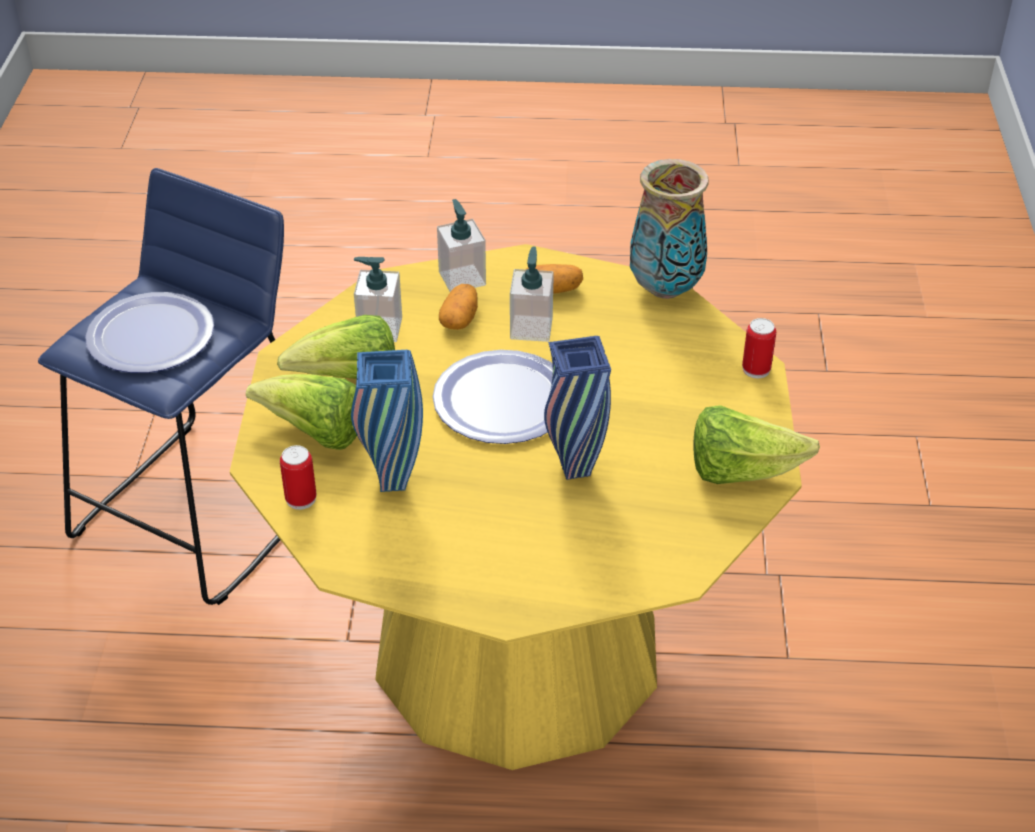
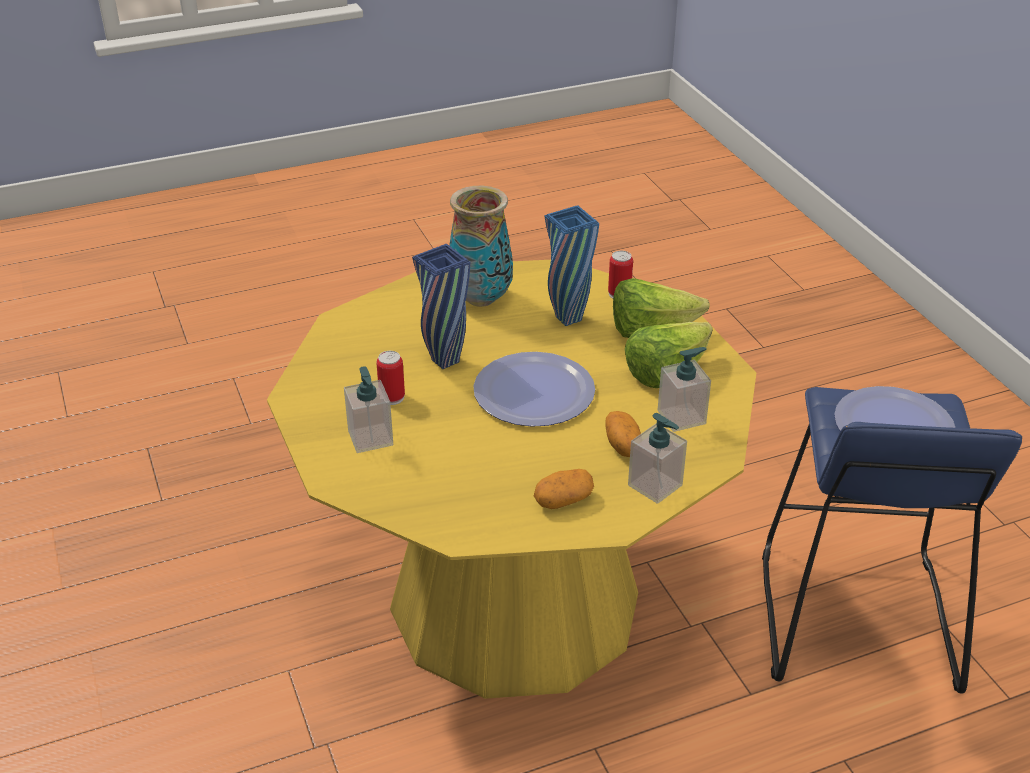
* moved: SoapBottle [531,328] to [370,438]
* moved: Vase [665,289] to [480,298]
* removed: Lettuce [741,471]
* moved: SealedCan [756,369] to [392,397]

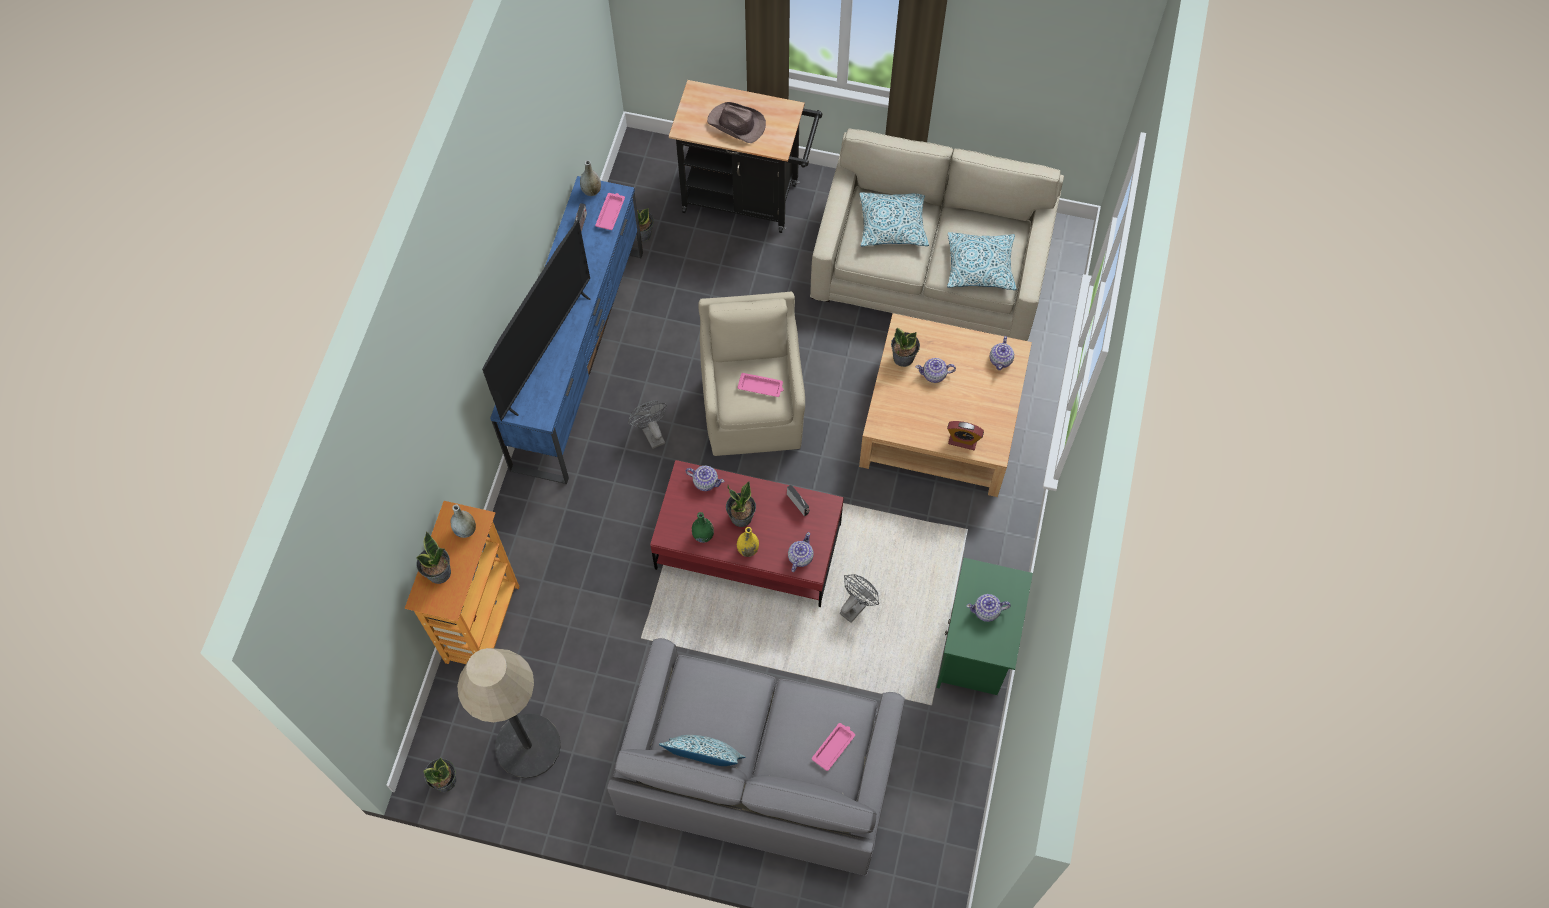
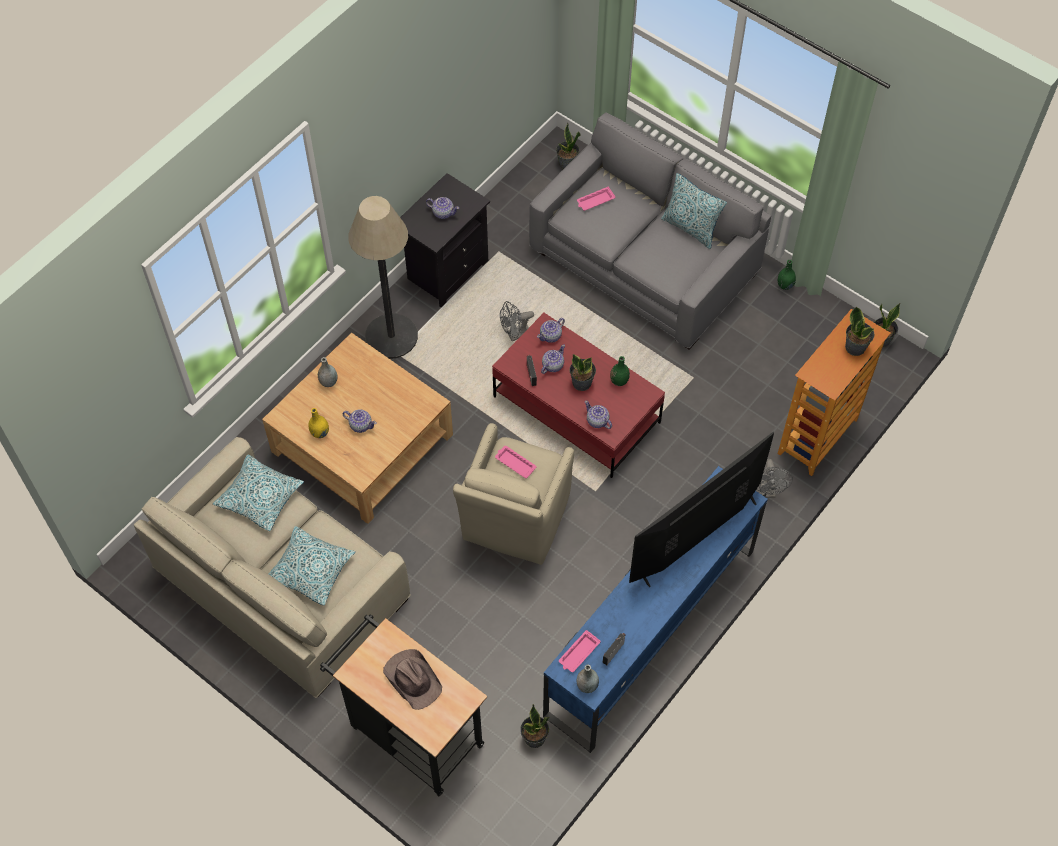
* moved: GreyishVase [465,530] to [328,382]
* moved: StandingLamp [528,746] to [391,336]
* moved: GreyishFan [651,433] to [768,491]
* moved: YellowVase [748,549] to [320,433]
* moved: Houseplant [903,357] to [567,164]
* recoloured: GreenNightTable [975,653] to BlackNightTable [446,270]
* removed: AlarmClock [962,441]
* moved: TeaPot [1001,359] to [552,365]
* added: GreenVase [785,285]

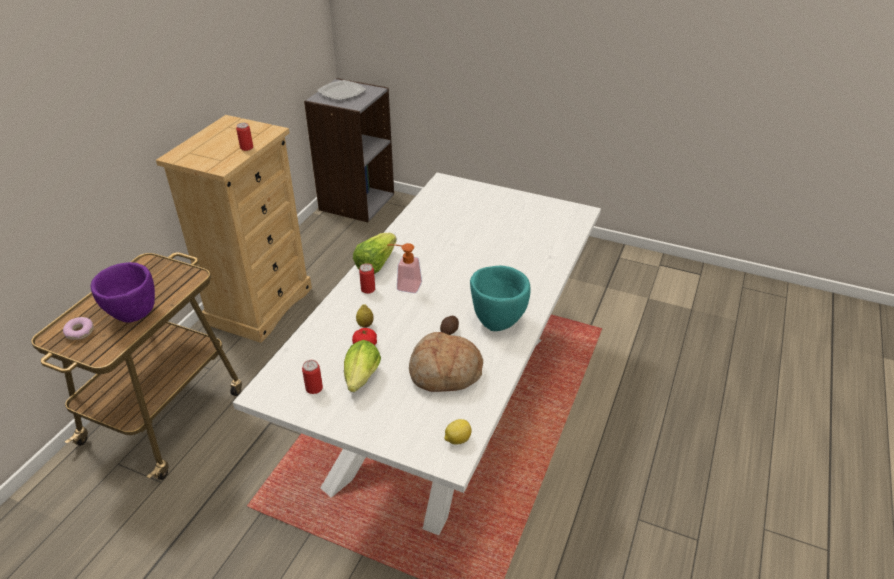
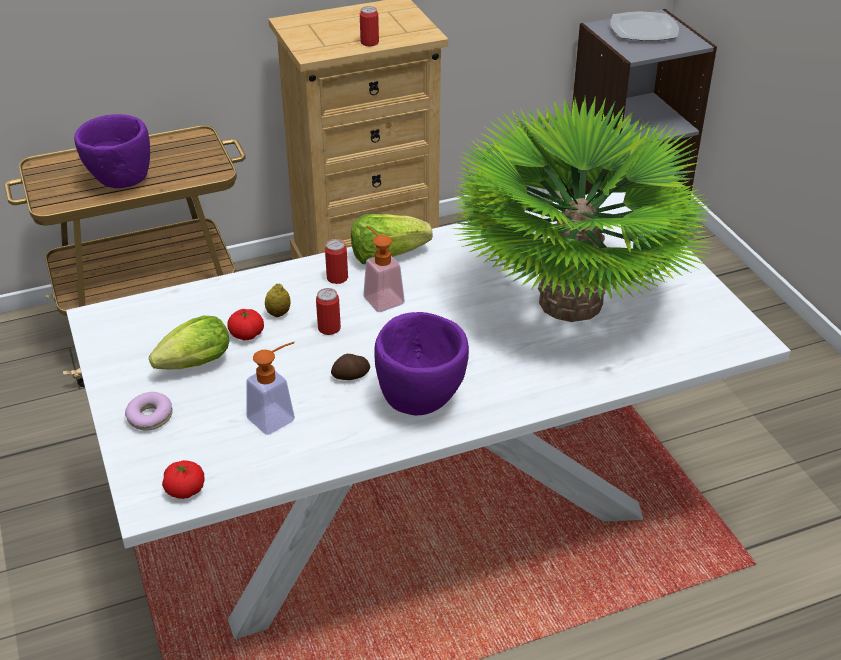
* moved: RingDoughnut [80,332] to [150,417]
* moved: SealedCan [314,388] to [329,328]
* replaced: Bread [445,372] to SoapBottle [277,416]
* replaced: Lemon [457,439] to Tomato [185,490]
* recoloured: BlueGreenDeepDish [497,320] to PurpleColouredDeepDish [421,400]
* added: Houseplant [571,302]

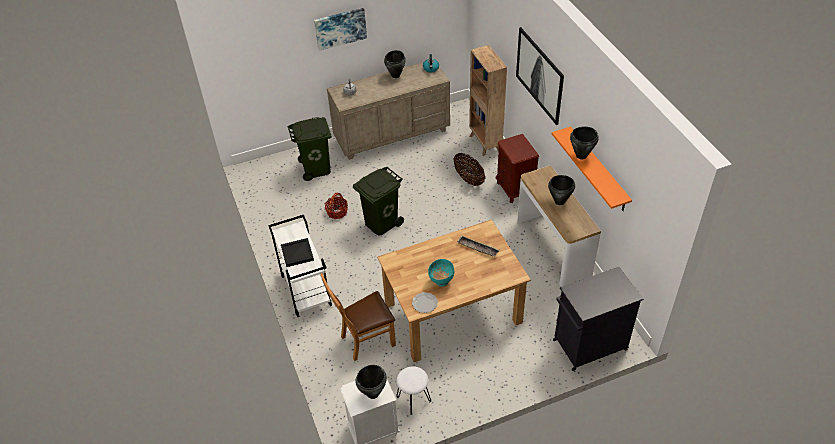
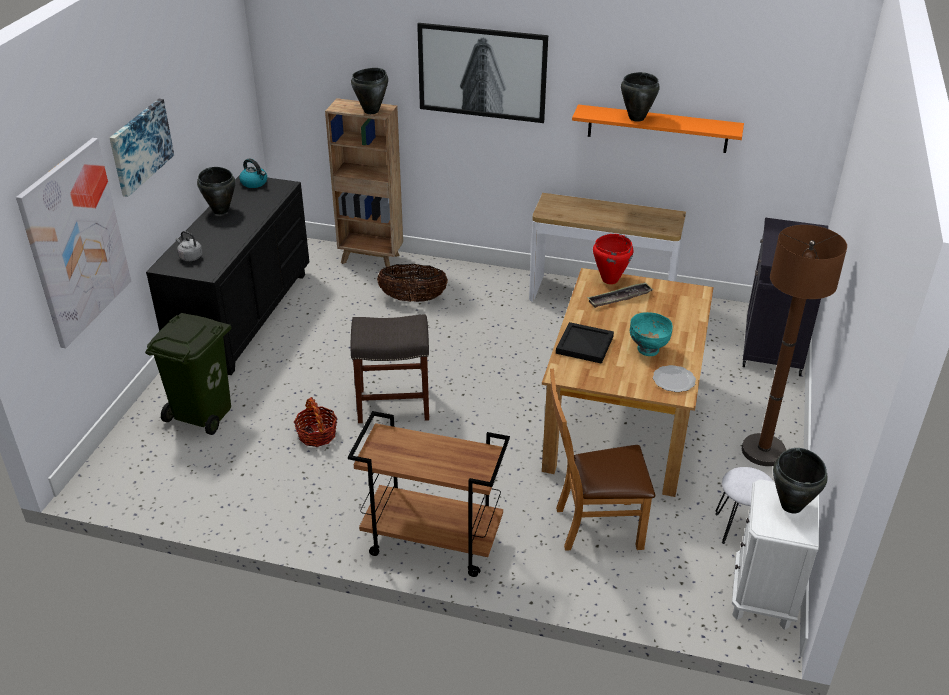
* recoloured: WhiteWheeledCart [305,290] to BrownishWheeledCart [431,542]
* moved: BlackServingTray [296,253] to [583,345]
* turned: BrownishPlainChair [364,341] = [592,526] 75 degrees clockwise
* recoloured: BeigeColouredDresser [391,134] to BlackDresser [243,317]
* replaced: GreenRubbishBin [381,223] to GreyishStool [392,405]
* removed: BrownishNightTable [514,189]
* moved: BlackSaucepot [559,202] to [372,111]
* added: Picture [75,242]
* added: RedColouredSaucepot [609,280]
* added: BrownishStandingLamp [763,451]

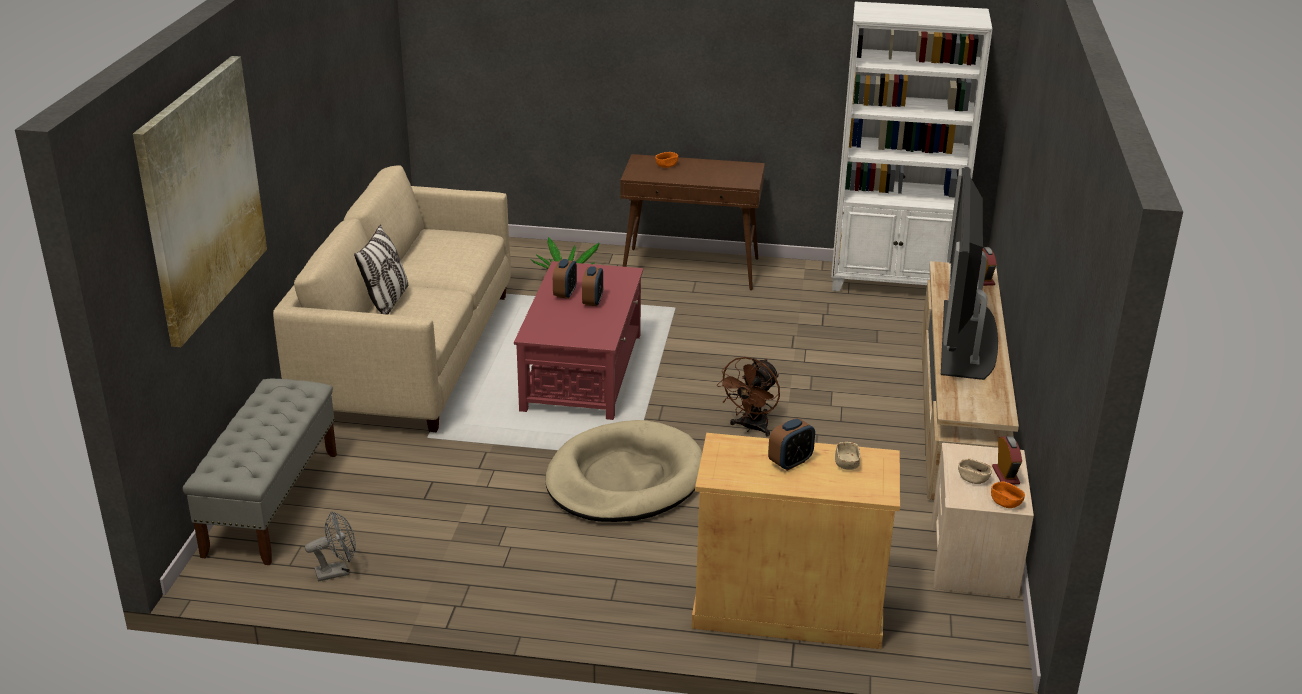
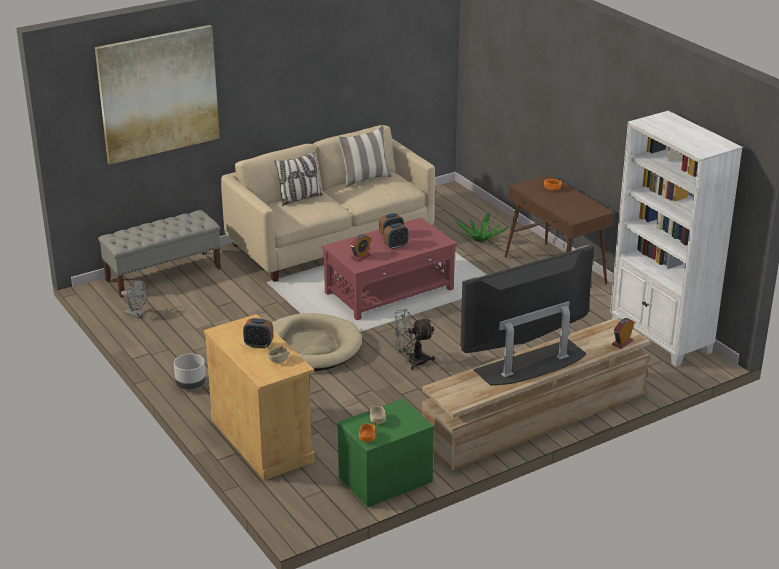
* recoloured: BrownishFan [751,428] to GreyishFan [412,361]
* recoloured: BeigeColouredNightTable [973,558] to GreenNightTable [384,479]
* moved: AlarmClock [1005,475] to [361,256]
* added: GreyishPlanter [190,385]
* added: ThrowPillow [364,179]

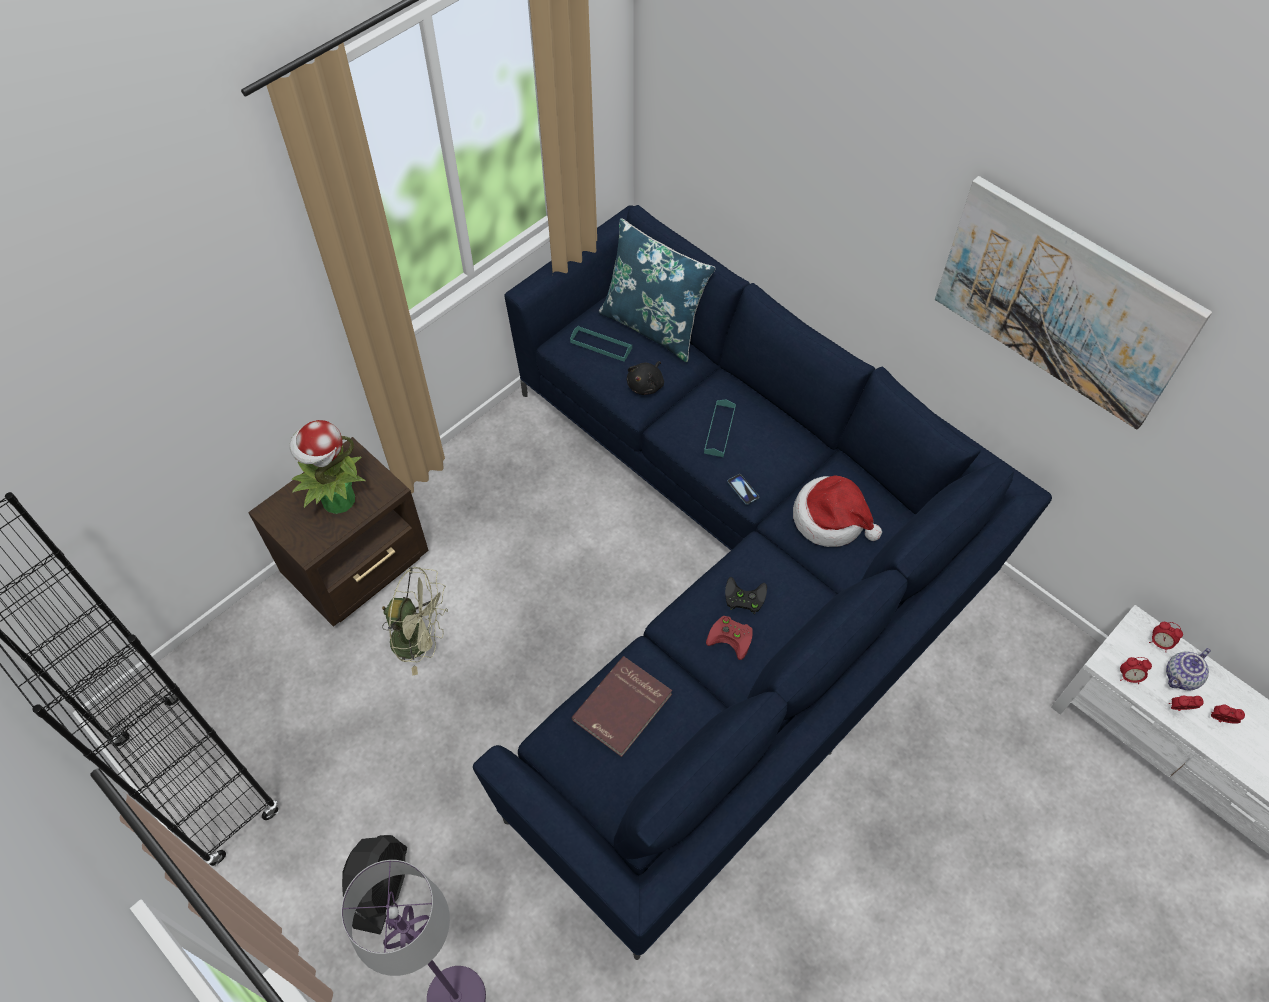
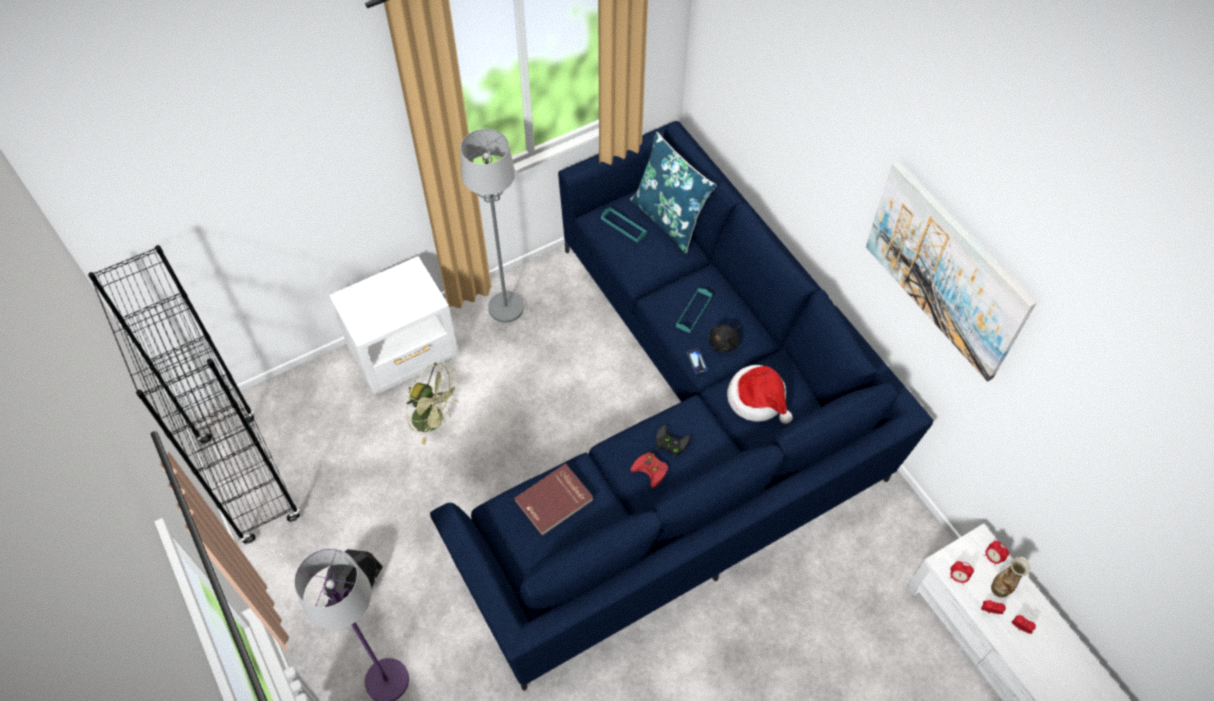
* recoloured: BrownishNightTable [360,567] to WhiteNightTable [406,355]
* removed: Houseplant [337,500]
* moved: BlackCuddlyToy [646,385] to [724,342]
* replaced: TeaPot [1181,678] to Vase [1000,588]
* added: GreyishStandingLamp [505,308]

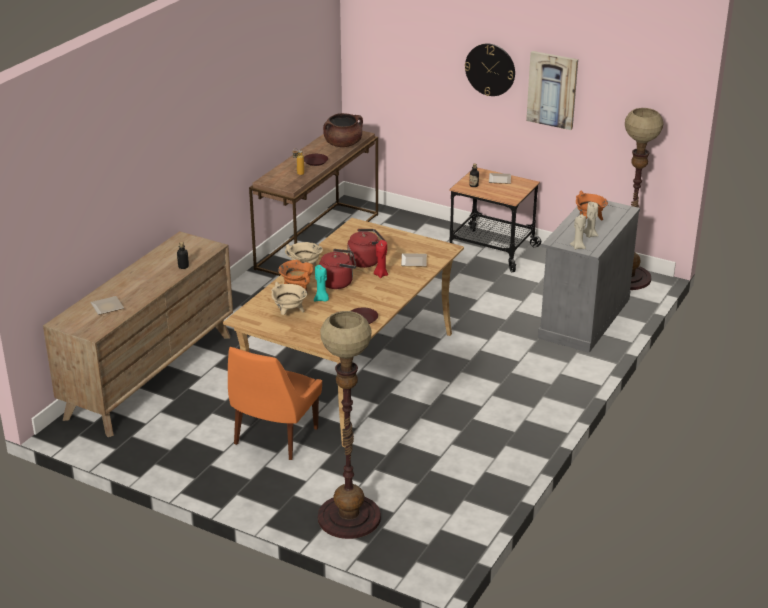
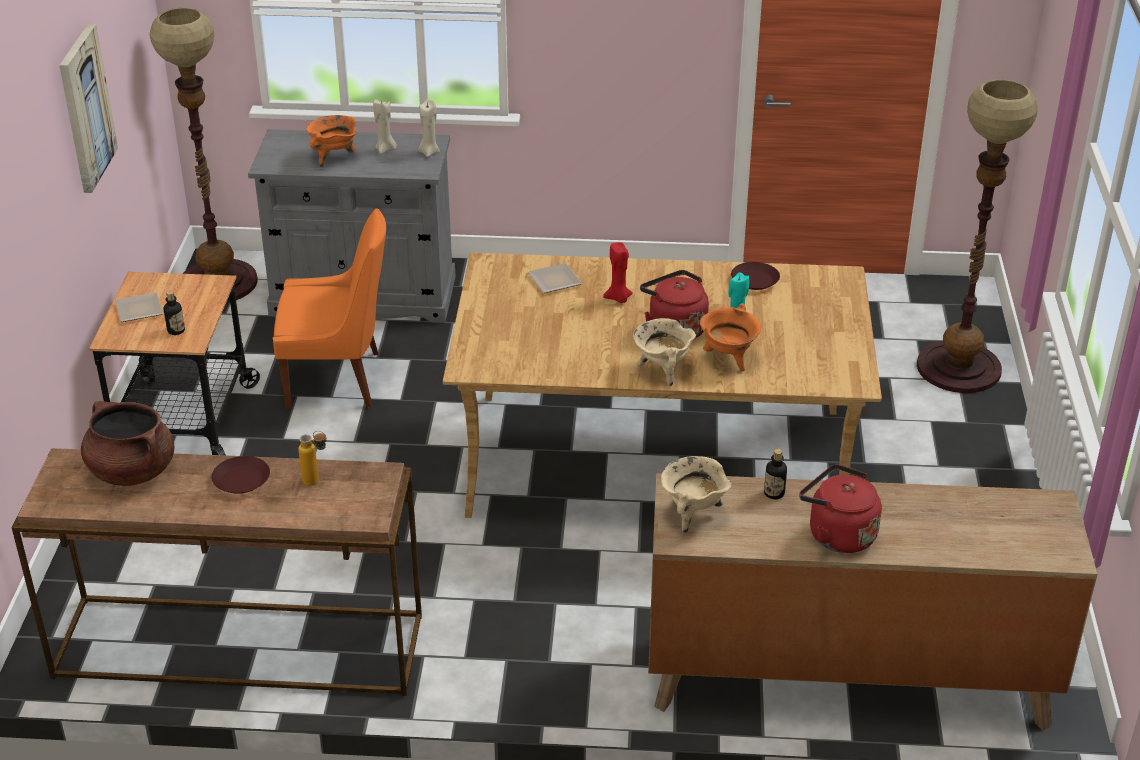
* removed: FlatDish [106,308]
* moved: OrangePlainChair [274,438] to [338,380]
* moved: BeigeColouredSaucepot [289,313] to [693,514]
* moved: RedColouredTeaKettle [366,261] to [837,534]
* removed: HangingClock [490,69]

